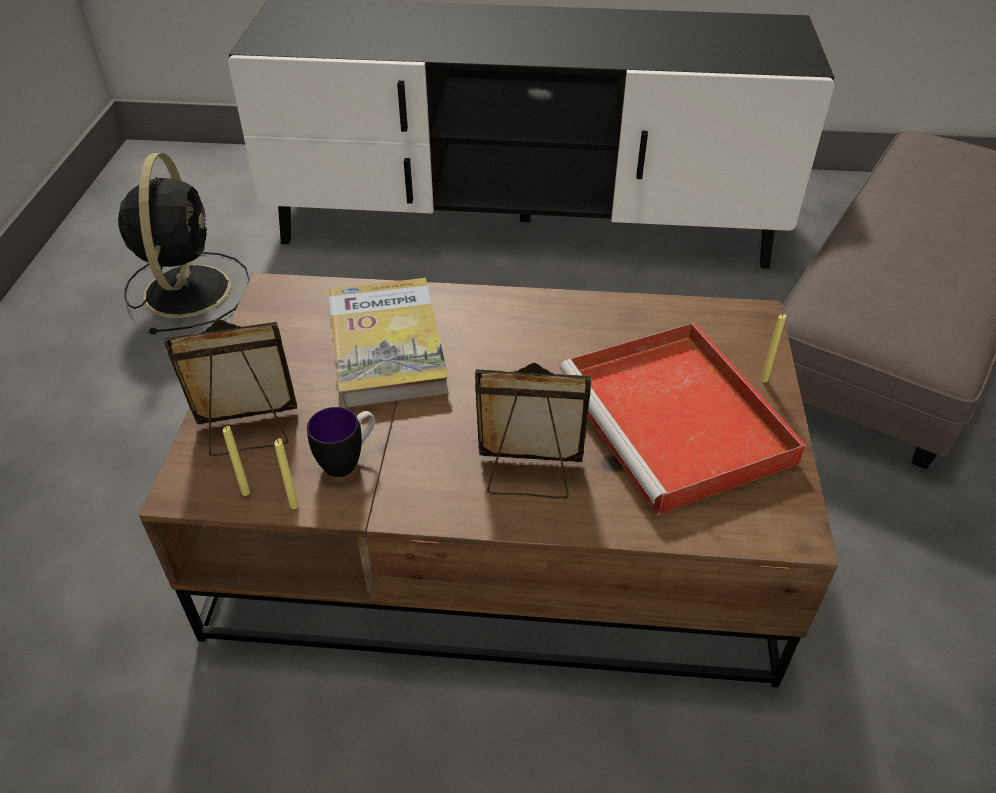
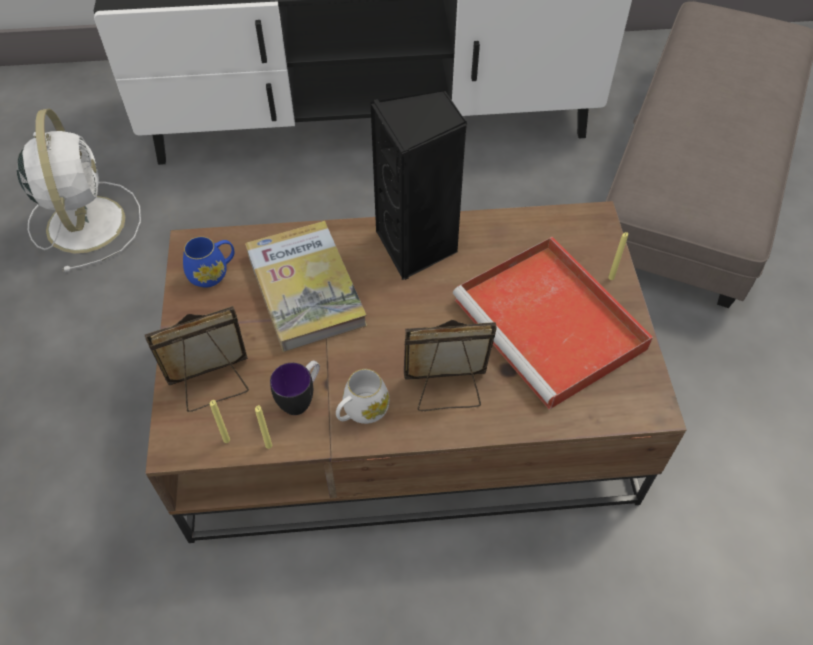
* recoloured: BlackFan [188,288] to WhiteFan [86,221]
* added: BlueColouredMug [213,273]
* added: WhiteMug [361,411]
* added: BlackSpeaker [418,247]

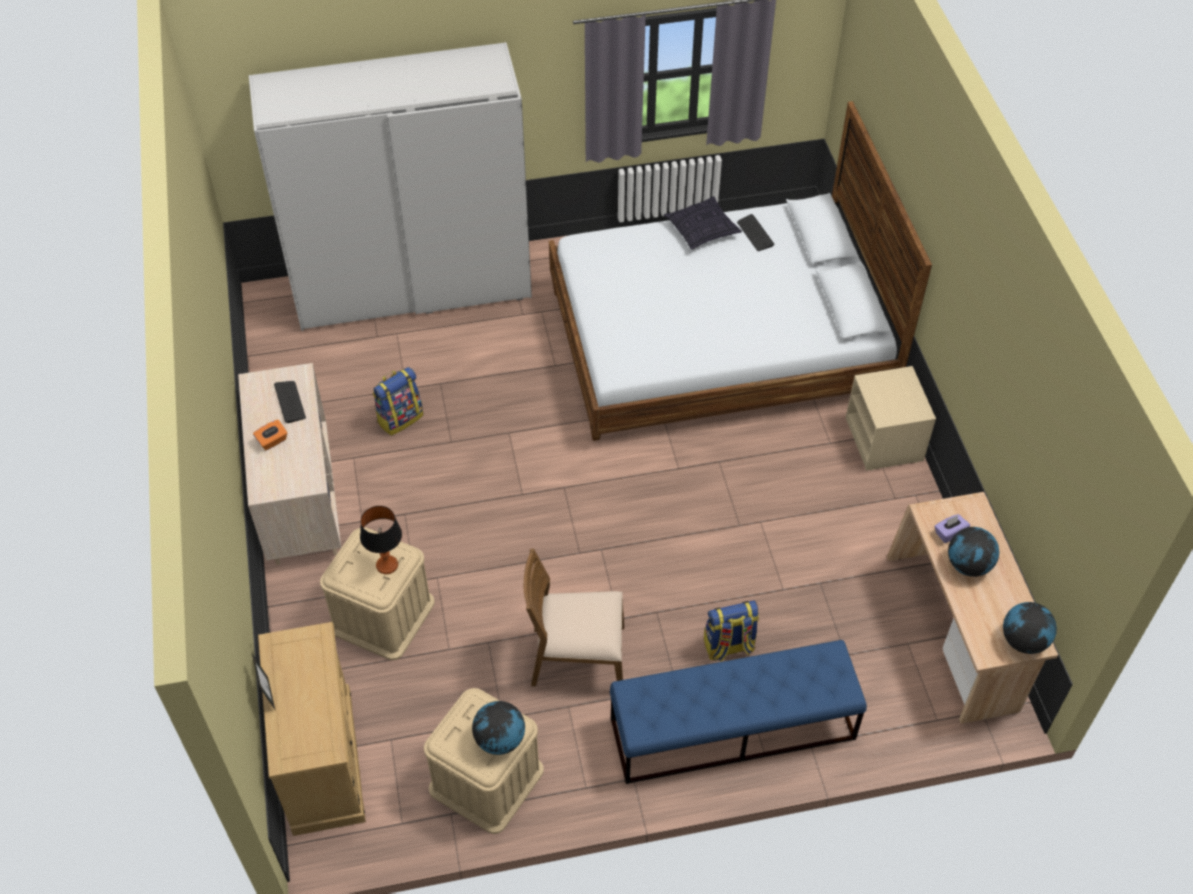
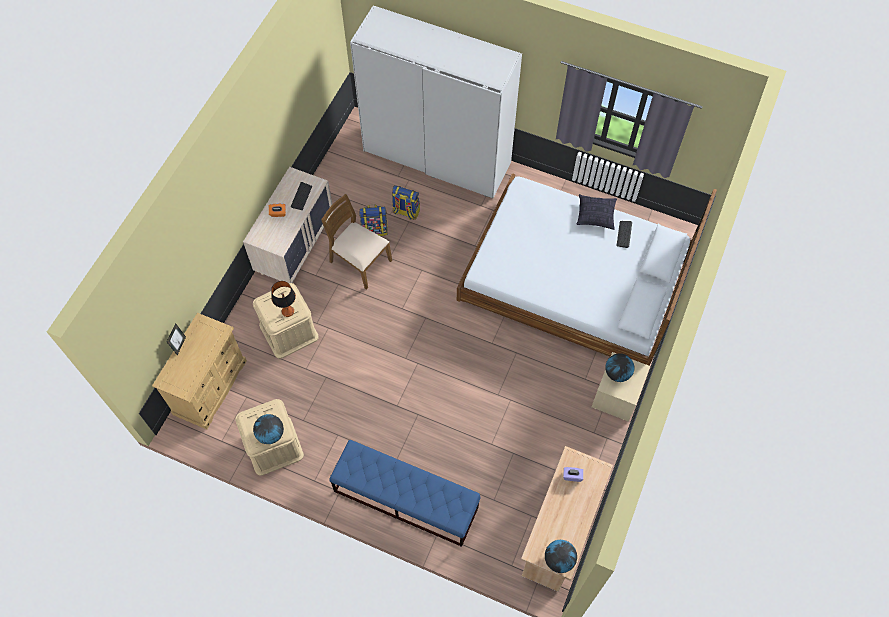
* moved: BrownishPlainChair [577,657] to [359,262]
* moved: Backpack [728,646] to [406,212]
* moved: Globe [968,565] to [617,373]

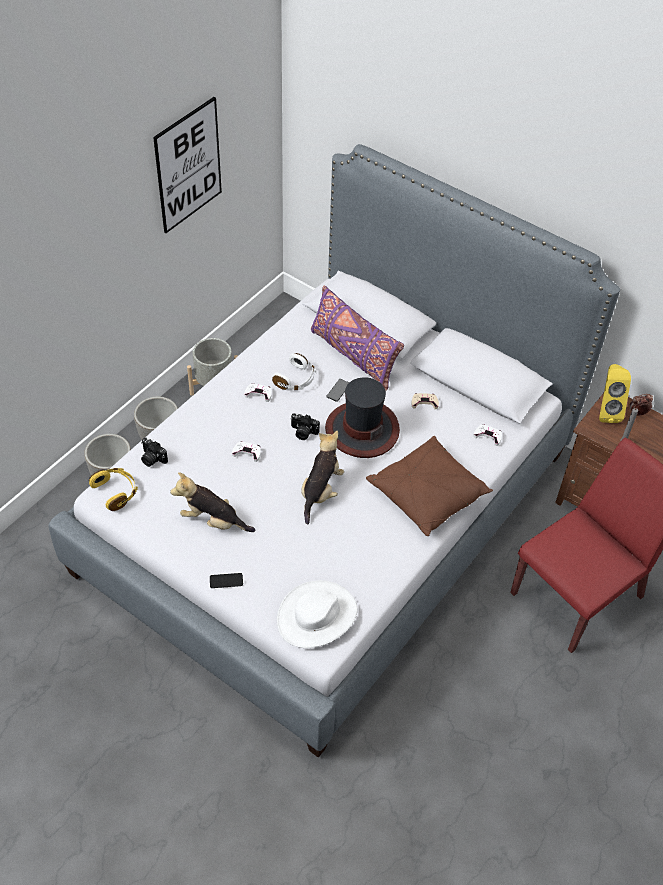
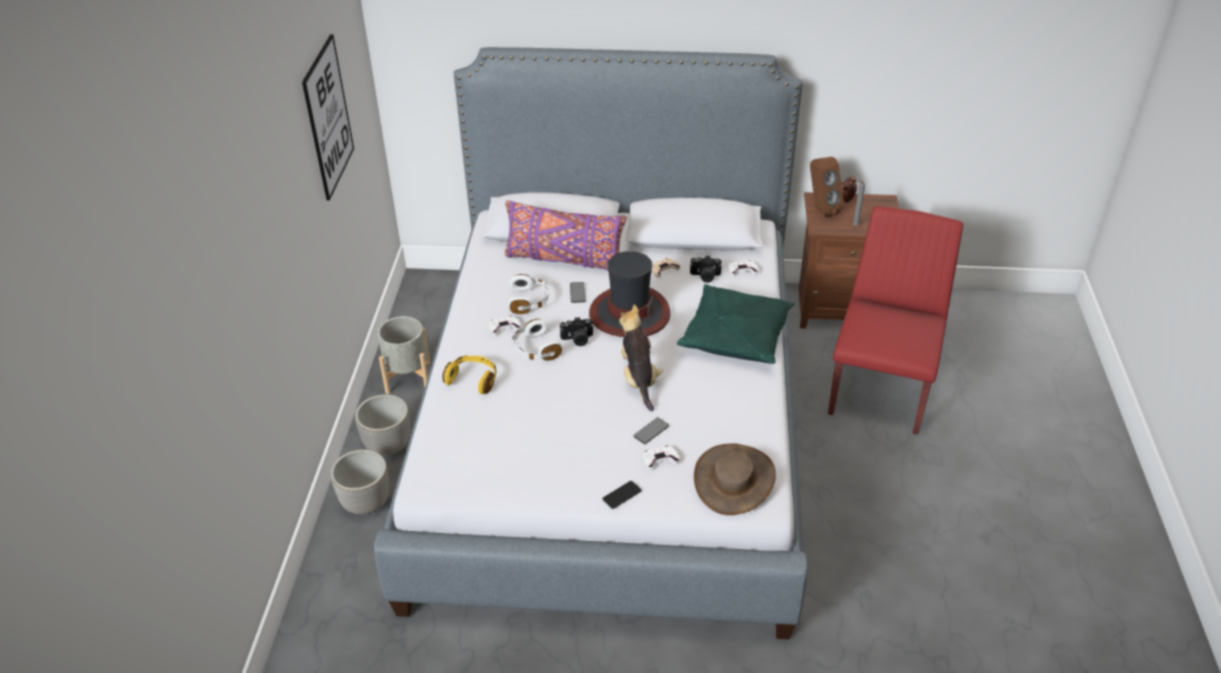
* moved: YellowHeadphones [116,492] to [473,379]
* moved: StillCamera [152,459] to [705,276]
* removed: CuddlyToy [213,521]
* moved: WhiteGameController [247,452] to [660,459]
* recoloured: WhiteHat [317,616] to BrownishHat [734,480]
* recoloured: BrownishThrowPillow [427,494] to GreenThrowPillow [735,337]
* recoloured: YellowSpeaker [606,411] to BrownishSpeaker [821,210]
* added: WhiteHeadphones [535,349]
* added: Handset [651,431]

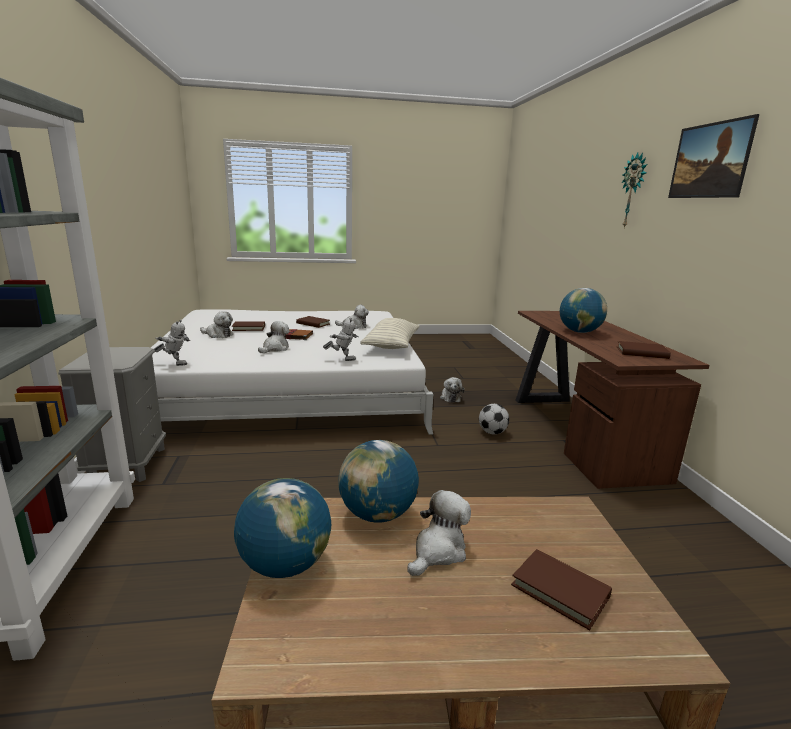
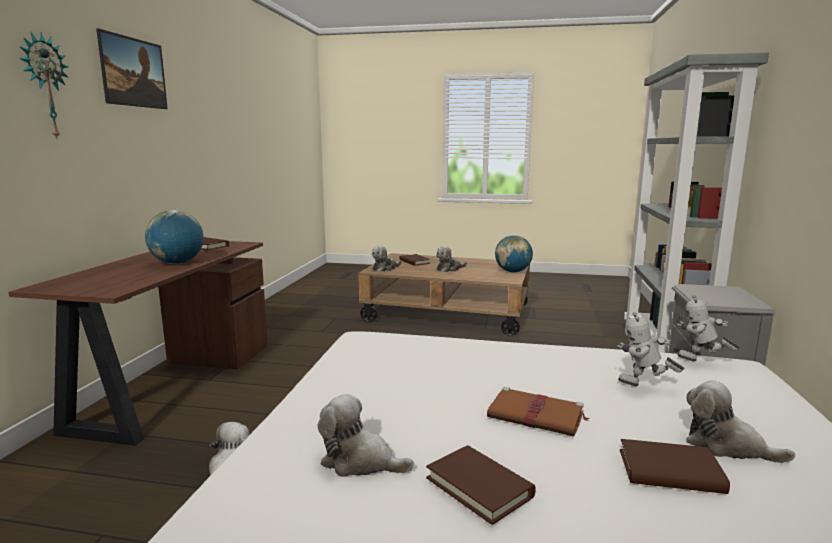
* moved: CuddlyToy [275,348] to [385,268]
* moved: ToyRobot [342,359] to [644,387]
* removed: Globe [377,514]
* removed: ThrowPillow [391,345]
* removed: BallForFootball [492,432]

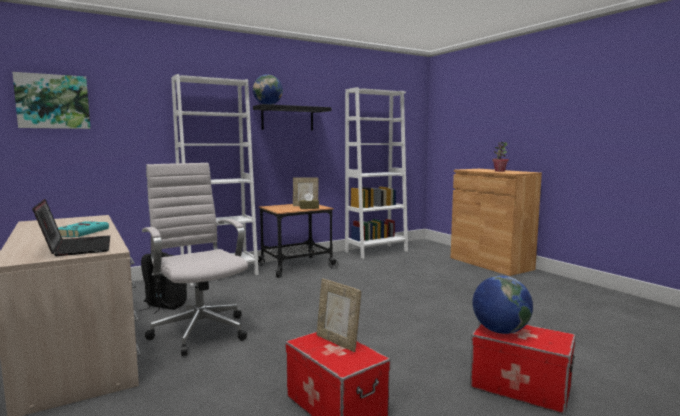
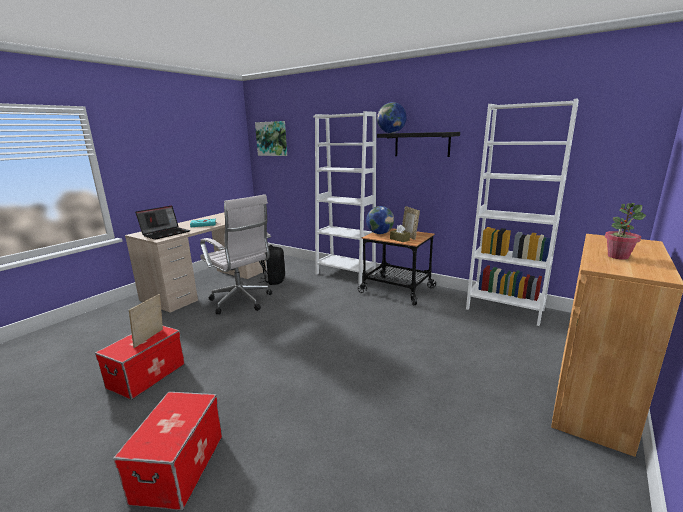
* turned: WhiteOfficeChair [199,331] = [242,302] 105 degrees clockwise
* moved: Globe [500,331] to [380,233]

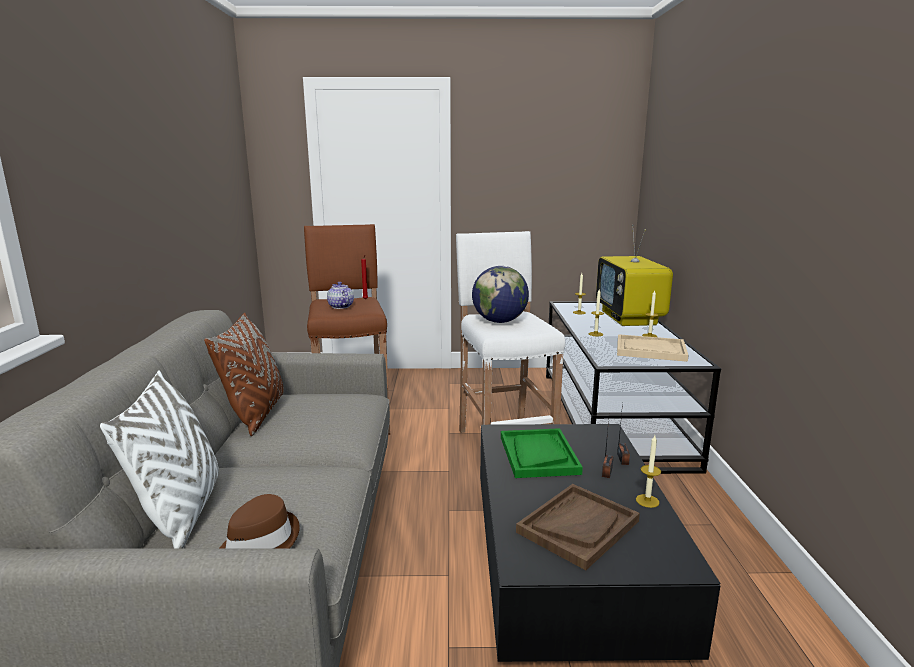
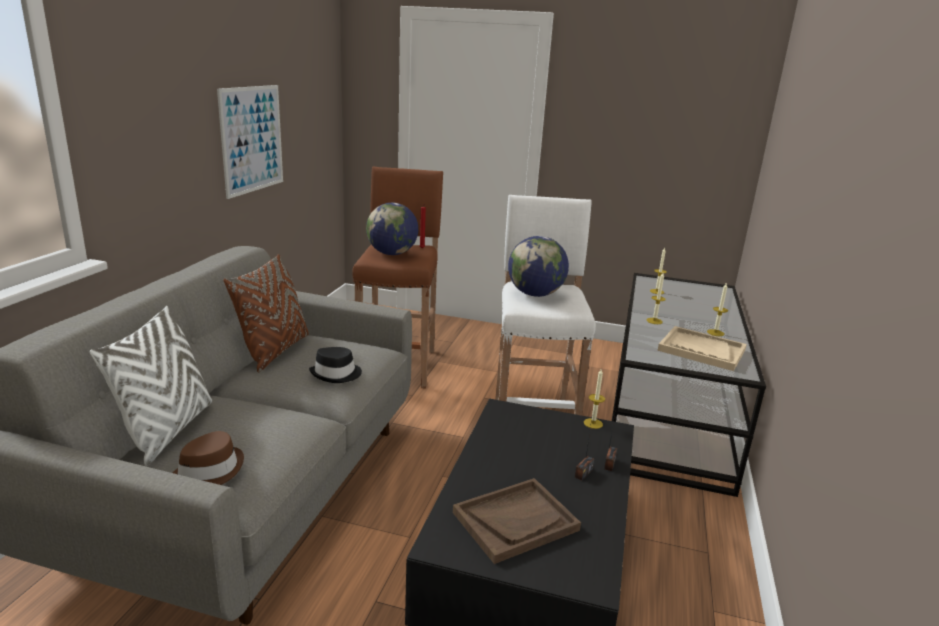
* replaced: TeaPot [340,306] to Globe [392,254]
* removed: GreenServingTray [538,455]
* removed: TvSet [629,318]
* moved: WaxCandle [647,501] to [593,423]
* added: Picture [252,139]
* added: BlackHat [336,374]

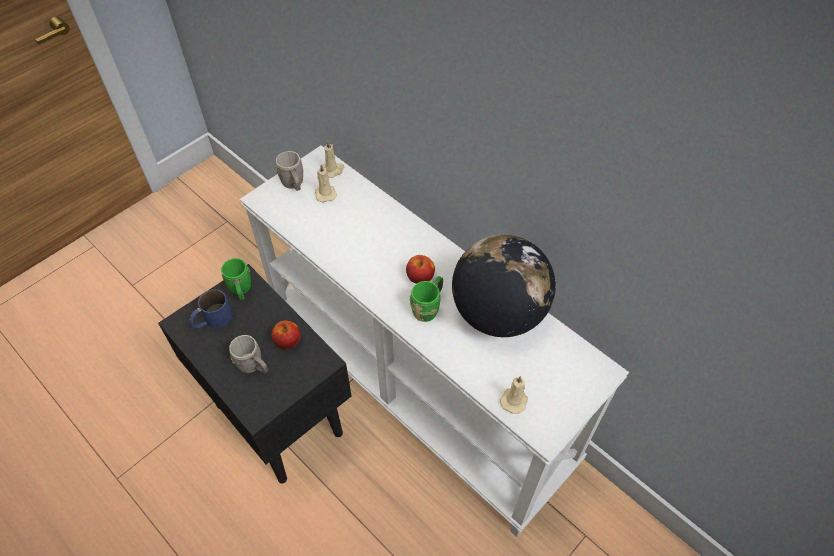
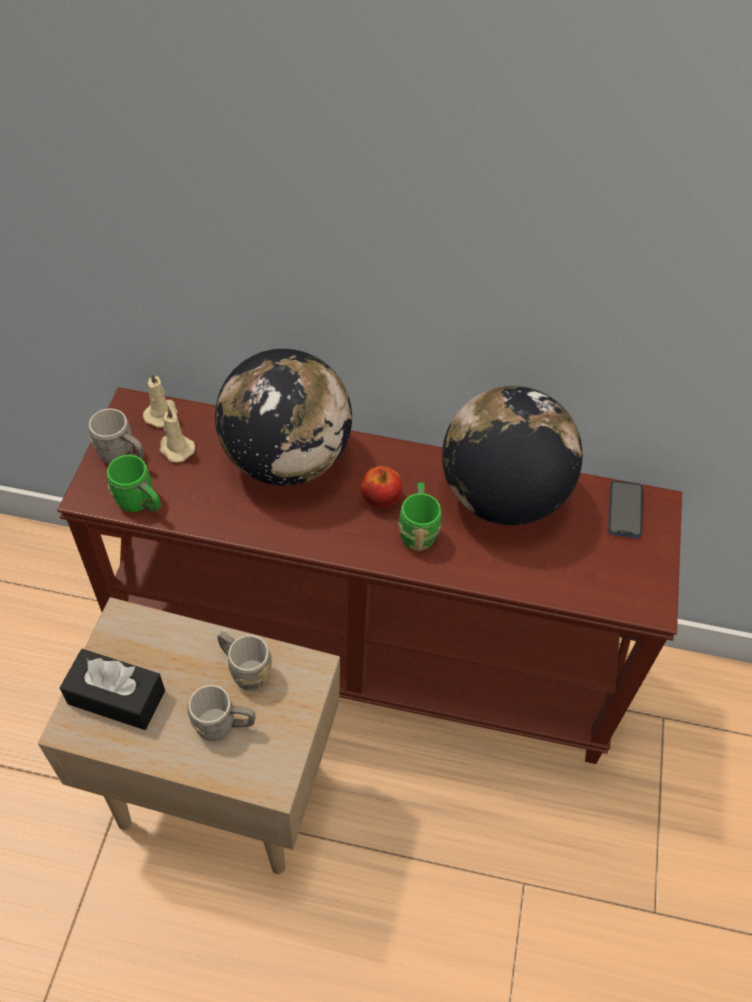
* recoloured: BlackEndTable [278,418] to BeigeColouredEndTable [217,794]
* replaced: BlueColouredMug [212,320] to BlackBoxOfTissues [116,697]
* moved: GreenMug [241,291] to [140,503]
* recoloured: WhiteHallTable [419,385] to BrownishHallTable [369,652]
* replaced: Apple [288,341] to GreyishMug [245,670]
* removed: BeigeColouredWaxCandle [514,399]
* added: Globe [286,460]
* added: Handset [625,510]

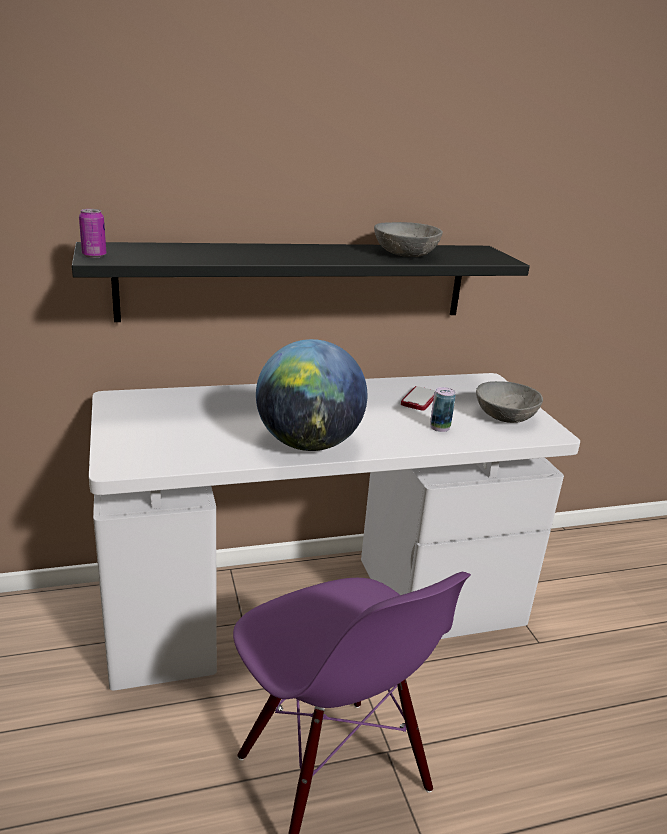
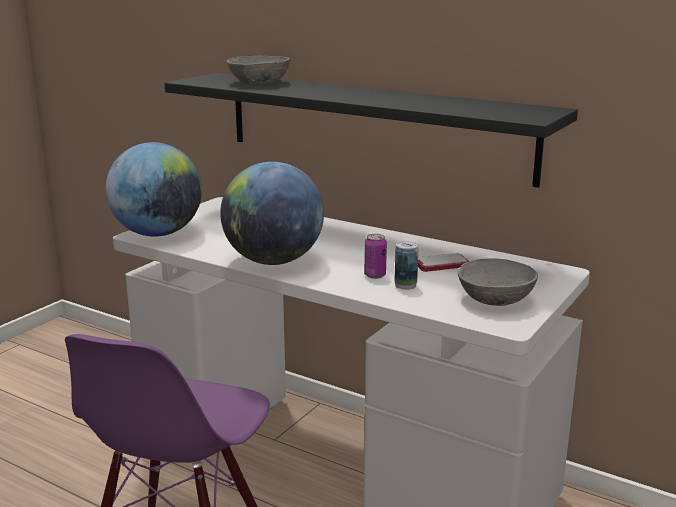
* moved: SealedCan [94,255] to [375,275]
* moved: GreyishDeepDish [405,253] to [260,82]
* added: Globe [158,233]

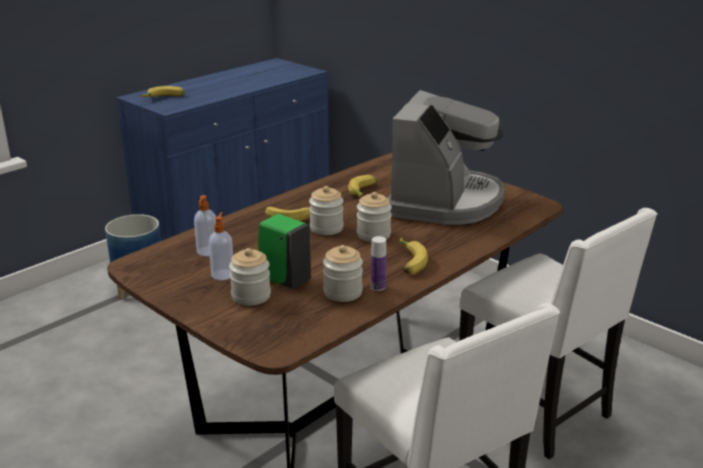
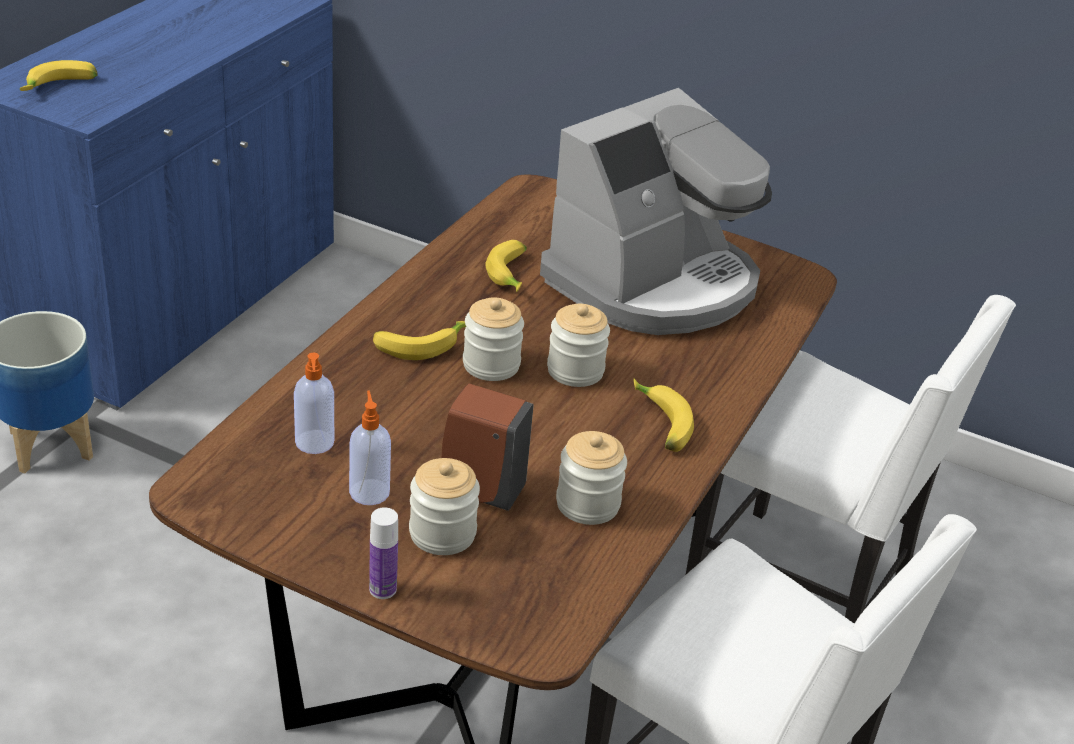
* recoloured: GreenSoapBottle [284,280] to BrownishSoapBottle [480,490]
* moved: DrinkBottle [378,287] to [383,589]
* turned: CoffeeMachine [445,201] = [654,283] 45 degrees clockwise

